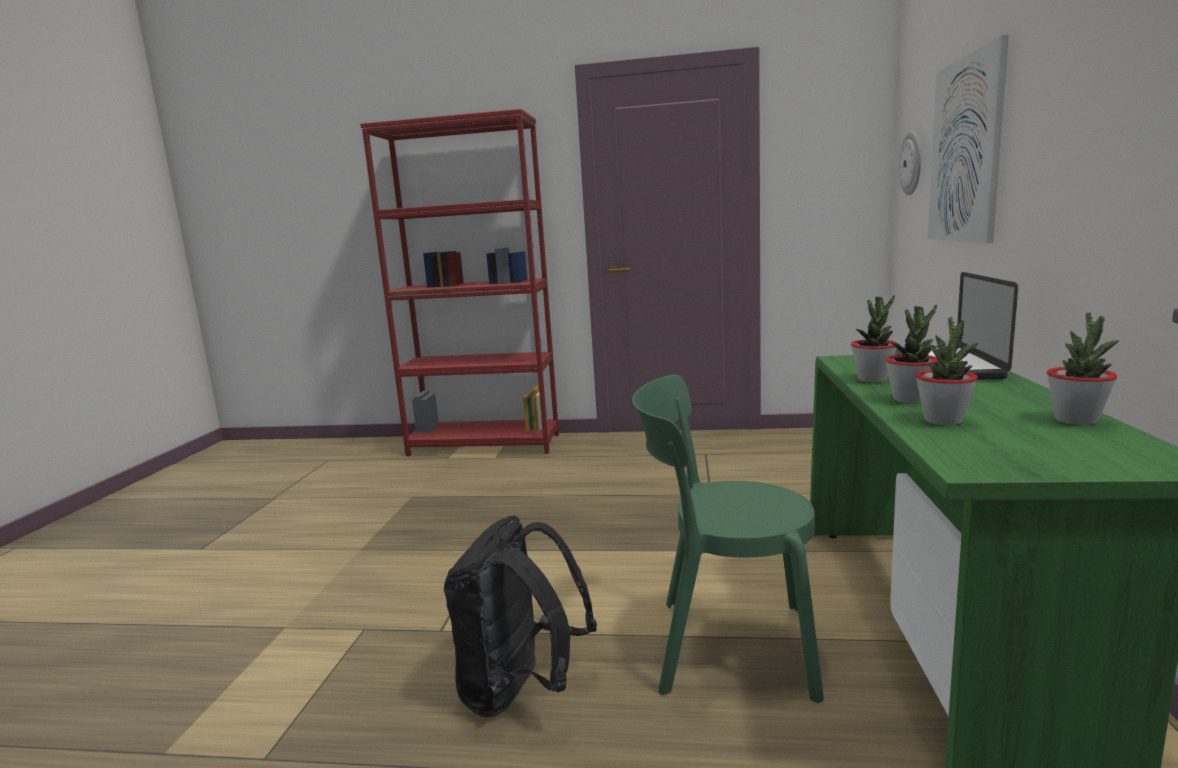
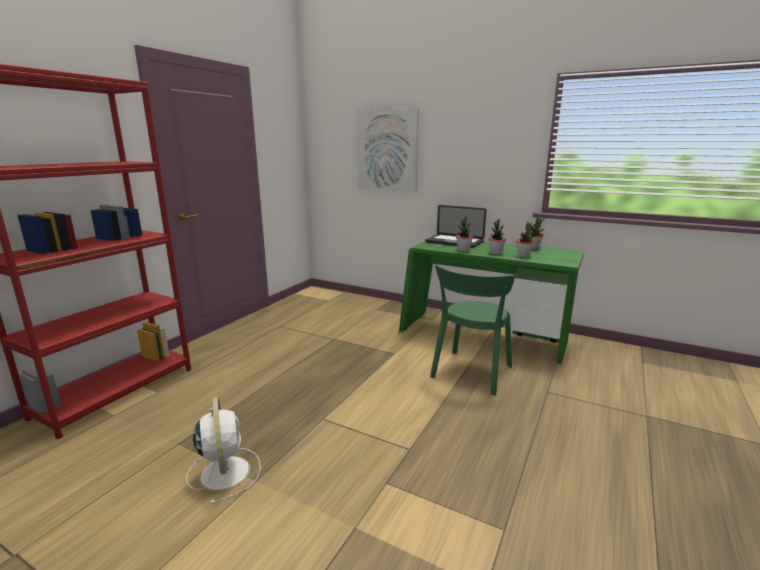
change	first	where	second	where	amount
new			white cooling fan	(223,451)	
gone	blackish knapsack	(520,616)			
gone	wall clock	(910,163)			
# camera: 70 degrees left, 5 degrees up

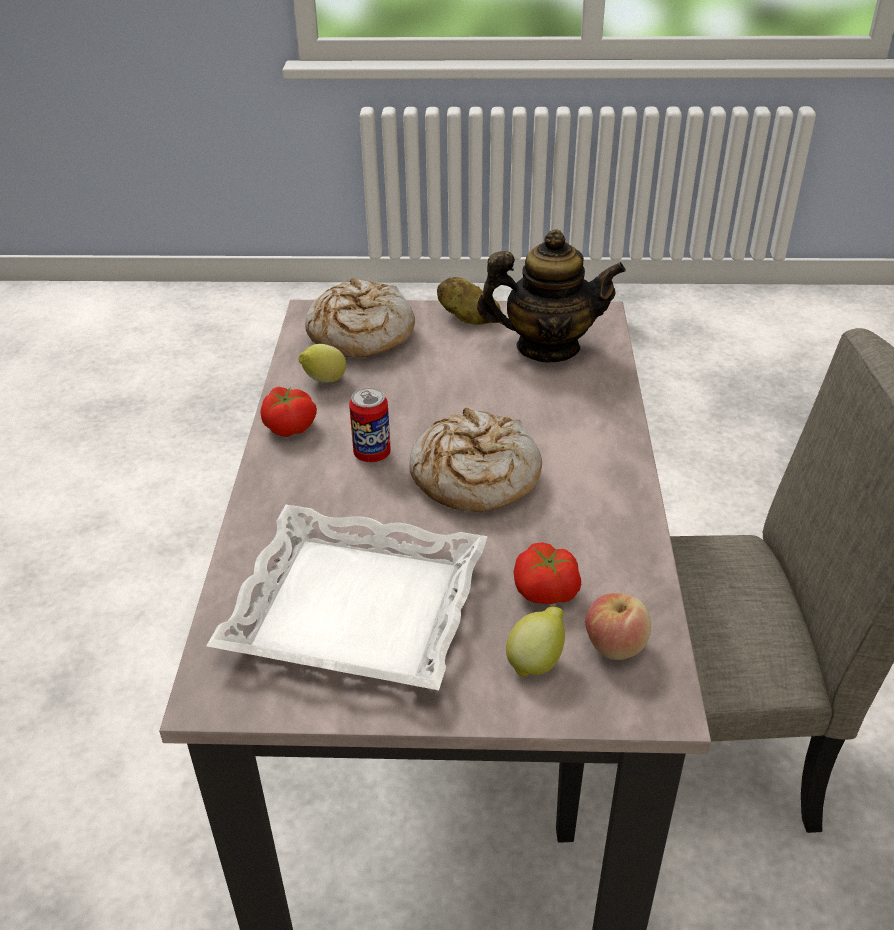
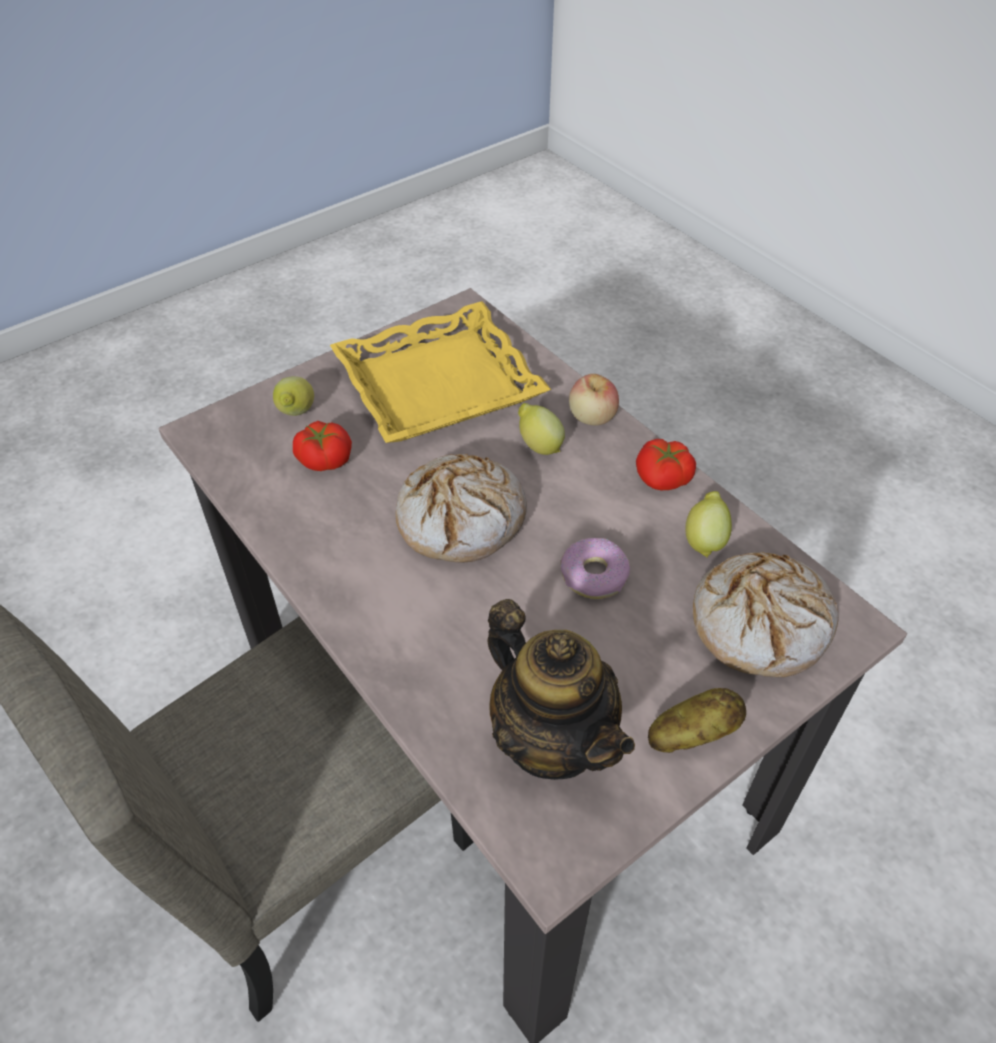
change	first	where	second	where	amount
repainted	white carrying tray	(347,597)	yellow-coloured carrying tray	(440,372)	
rotated	teapot	(551,296)		(561,689)	90 degrees counterclockwise
new			whole lemon	(541,429)	
new			doughnut	(595,568)	
shifted	apple	(618,626)		(594,399)	
gone	metal can	(370,425)			
# camera: 140 degrees right, 10 degrees up

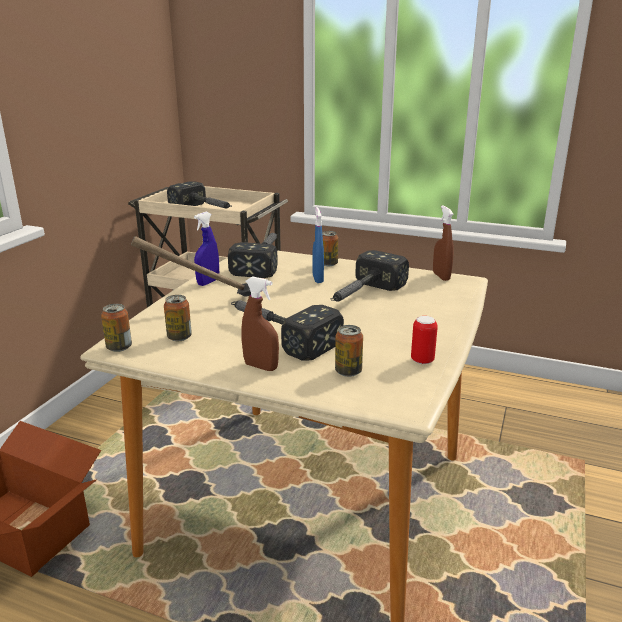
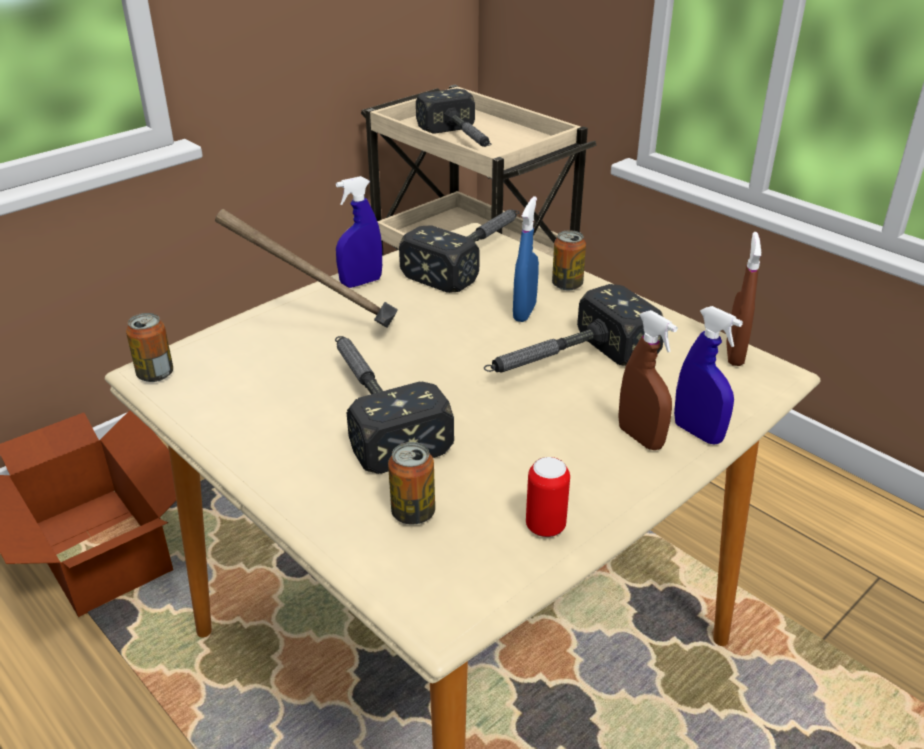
change	first	where	second	where	amount
shifted	brown spray bottle	(260,323)		(648,380)	
new			blue spray bottle	(708,375)	
gone	metal can	(178,318)			
# camera: 25 degrees right, 10 degrees up

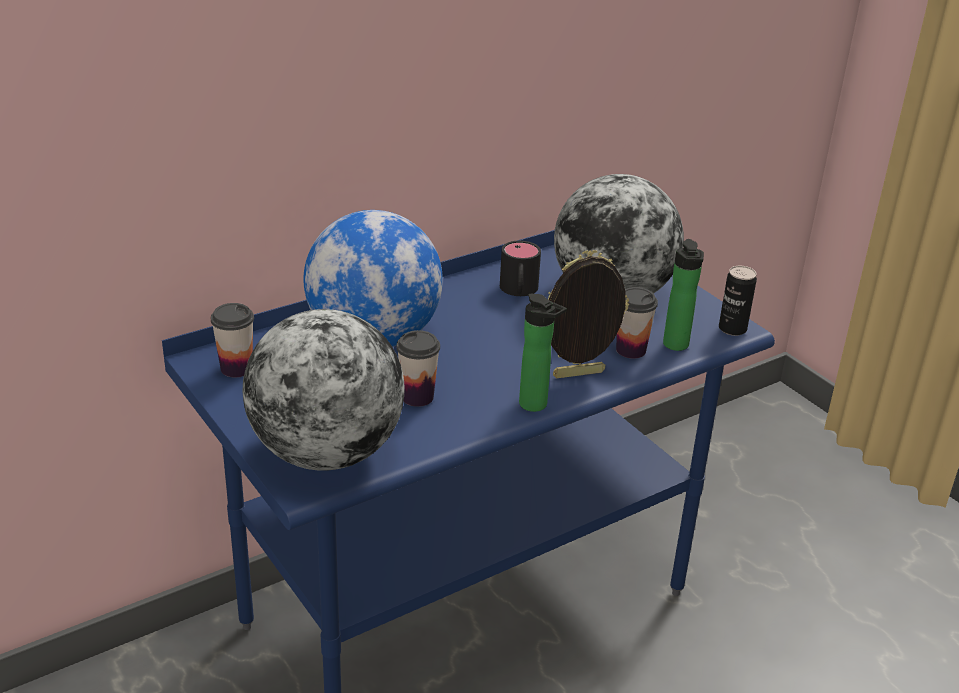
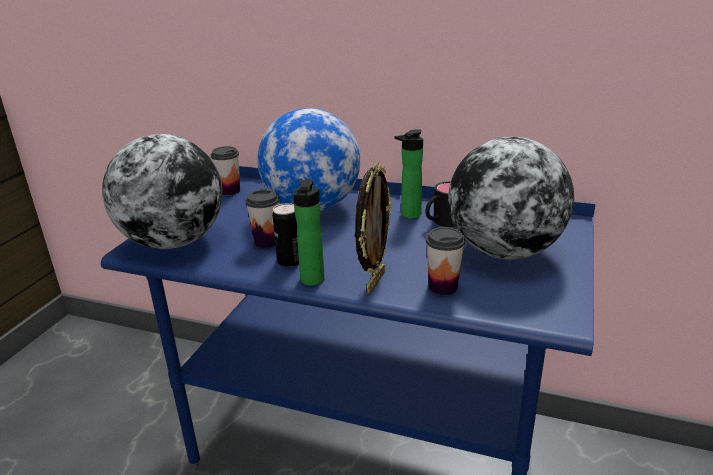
change	first	where	second	where	amount
shifted	metal can	(738,301)		(285,235)	
rotated	picture frame	(588,314)		(373,228)	75 degrees clockwise
shifted	bottle	(683,295)		(409,174)	
# camera: 55 degrees right, 5 degrees down

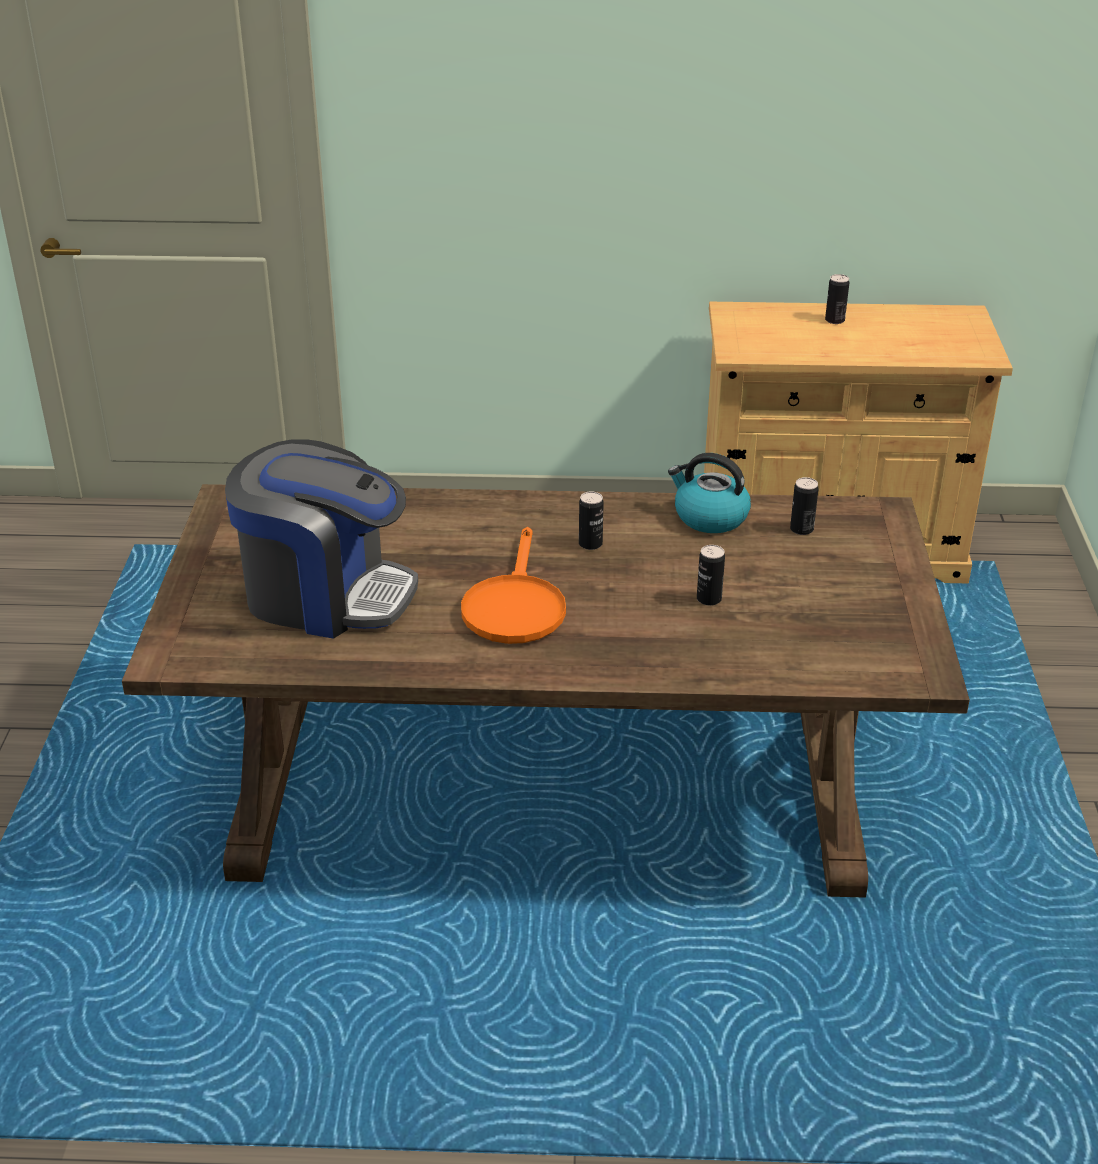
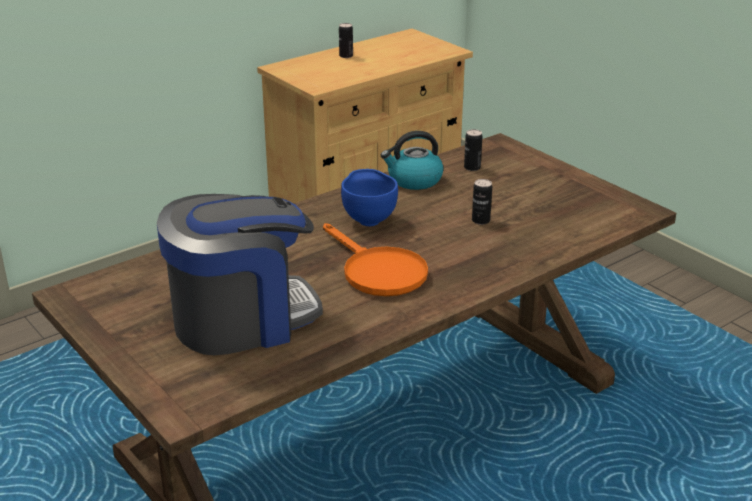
change	first	where	second	where	amount
swapped	metal can	(591,520)	blue deep dish	(369,197)	
# camera: 40 degrees left, 5 degrees down

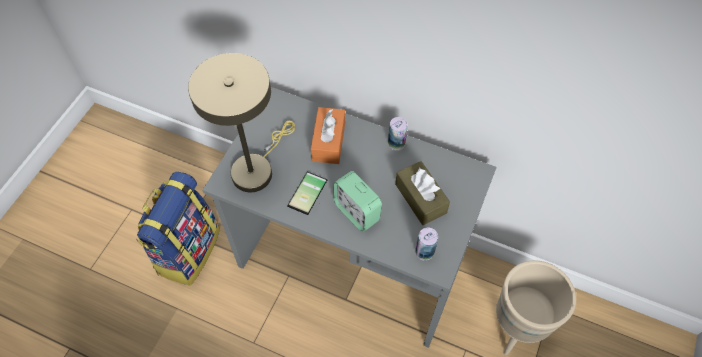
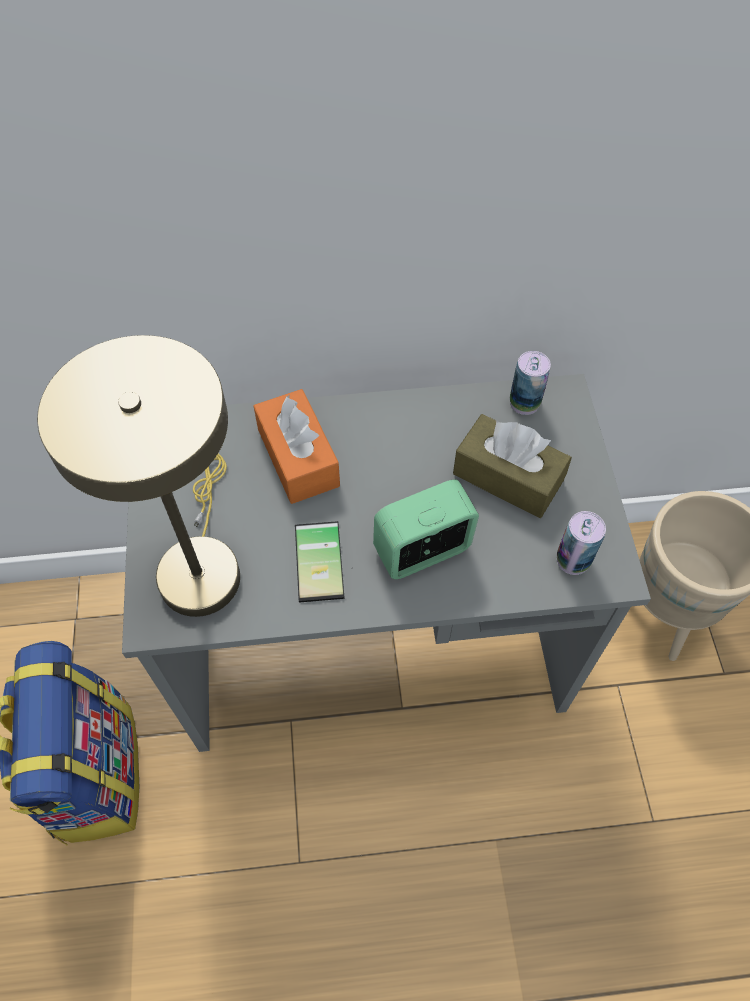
change	first	where	second	where	amount
rotated	alarm clock	(357,201)		(426,529)	135 degrees clockwise
shifted	metal can	(398,133)		(530,383)	
# camera: 30 degrees left, 0 degrees up

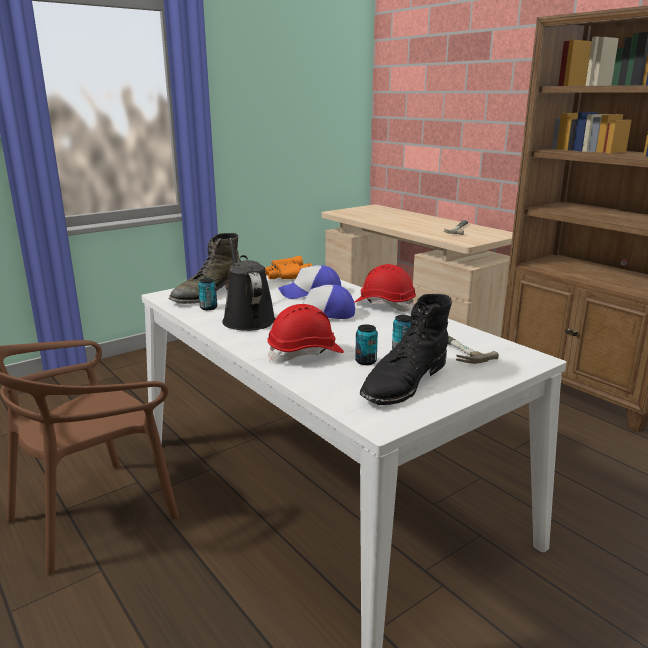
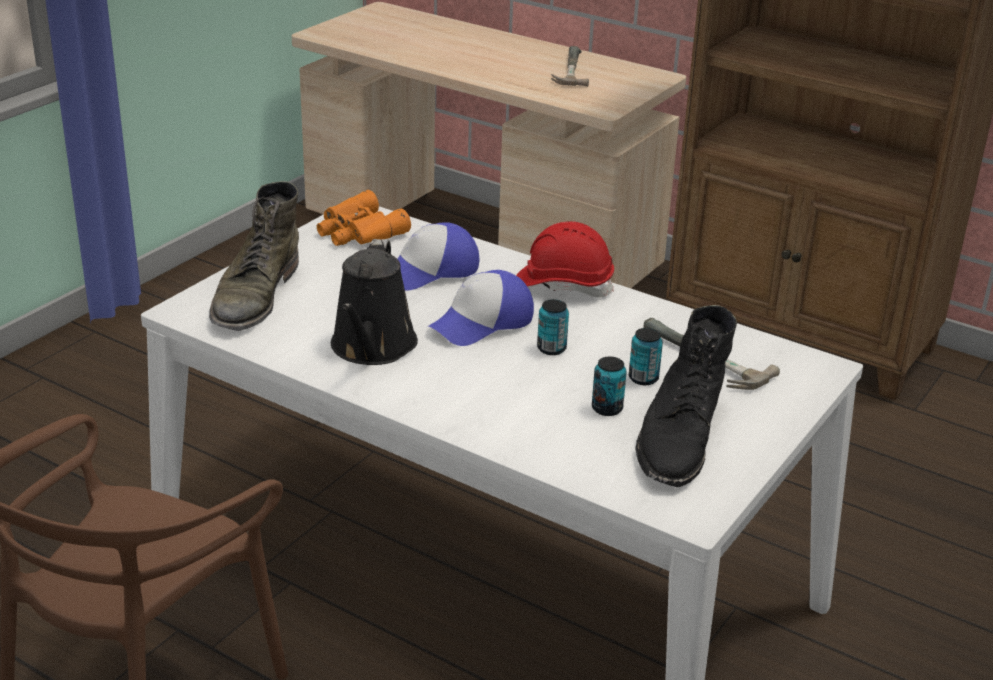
change	first	where	second	where	amount
rotated	blackish watering pot	(249,284)		(374,302)	135 degrees counterclockwise
shifted	metal can	(207,294)		(553,327)	
gone	reddish work helmet	(305,333)			
# camera: 20 degrees left, 10 degrees up

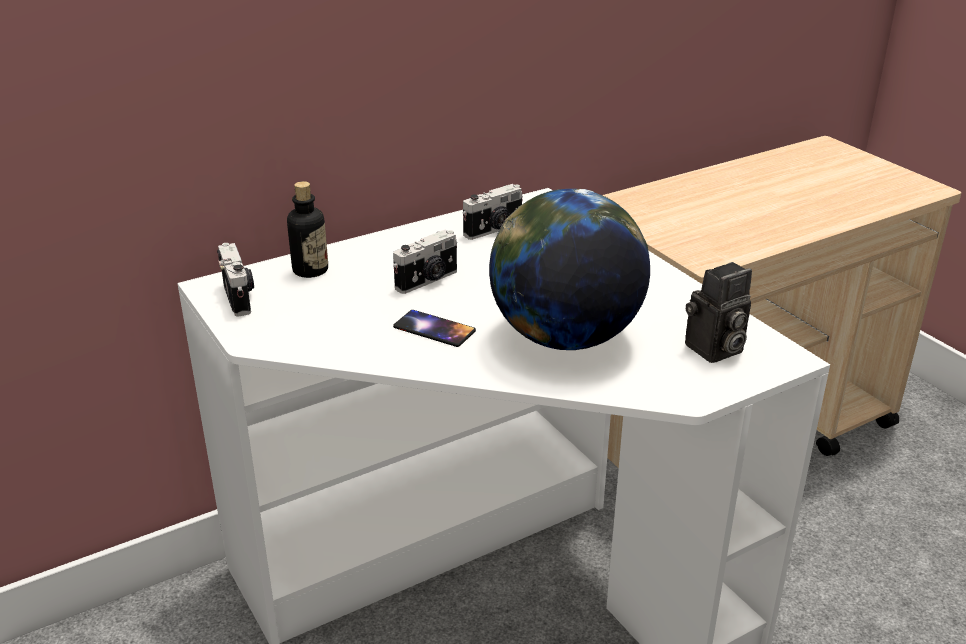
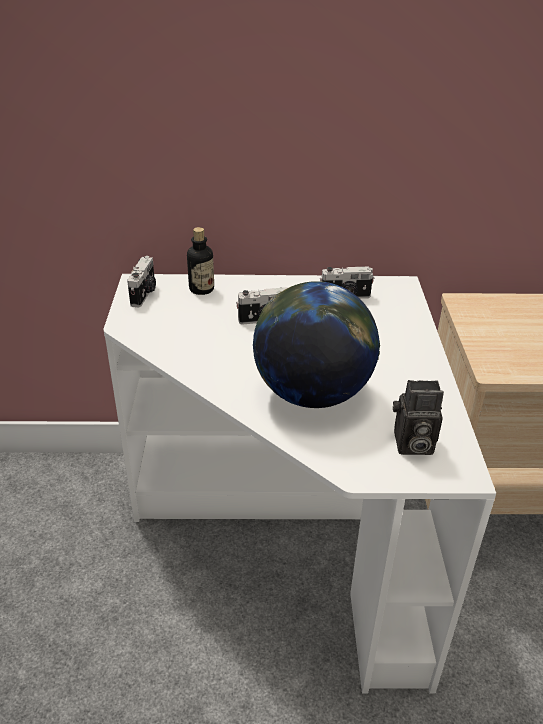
change	first	where	second	where	amount
gone	handset	(434,328)			
# camera: 30 degrees right, 5 degrees up

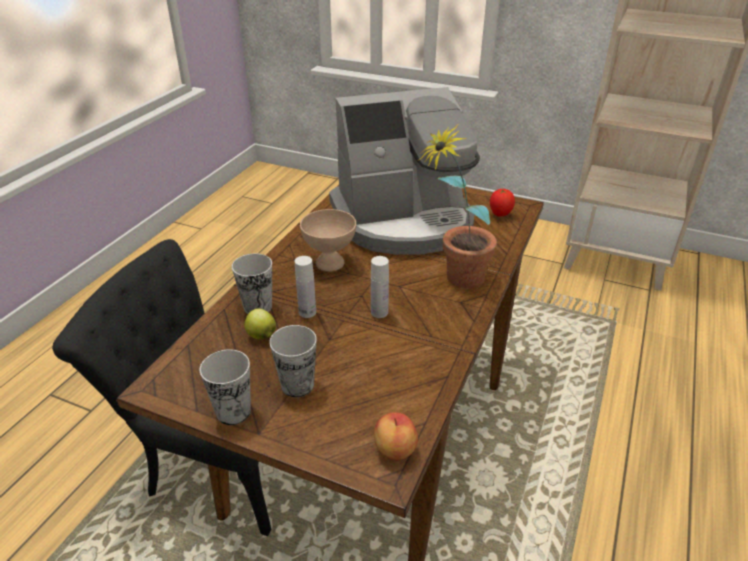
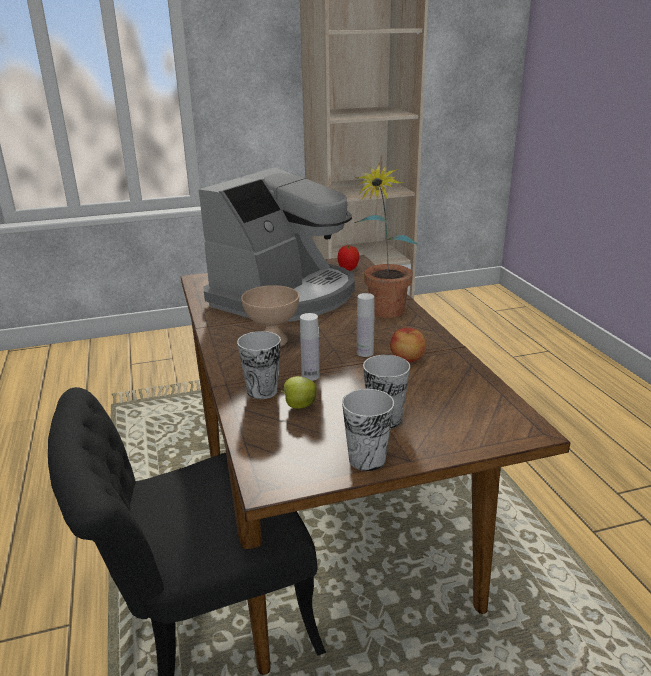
change	first	where	second	where	amount
shifted	apple	(396,436)		(408,344)	
# camera: 40 degrees left, 10 degrees down

